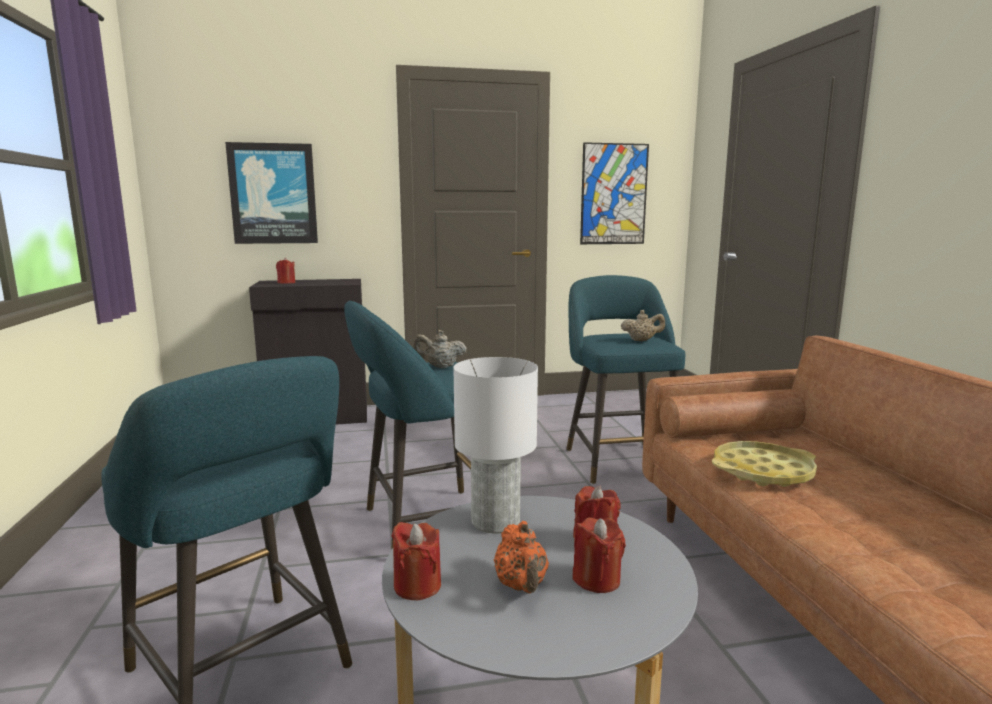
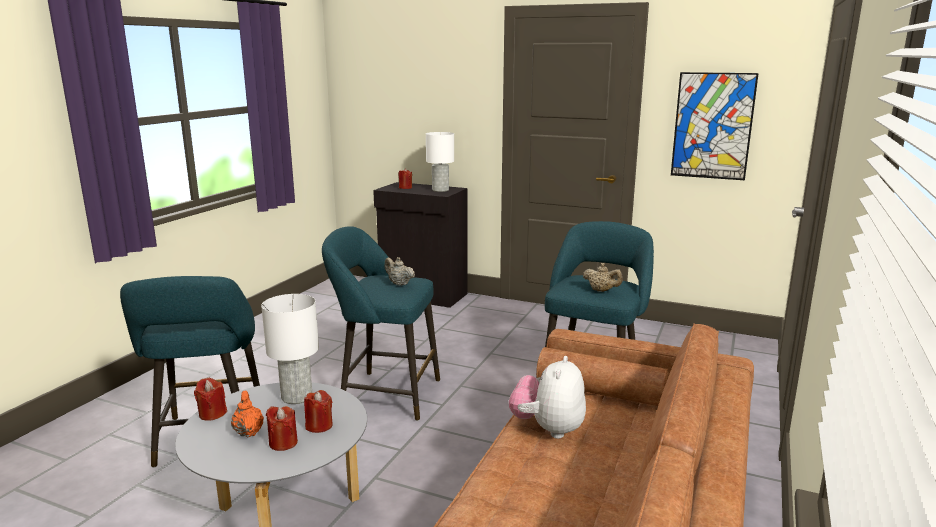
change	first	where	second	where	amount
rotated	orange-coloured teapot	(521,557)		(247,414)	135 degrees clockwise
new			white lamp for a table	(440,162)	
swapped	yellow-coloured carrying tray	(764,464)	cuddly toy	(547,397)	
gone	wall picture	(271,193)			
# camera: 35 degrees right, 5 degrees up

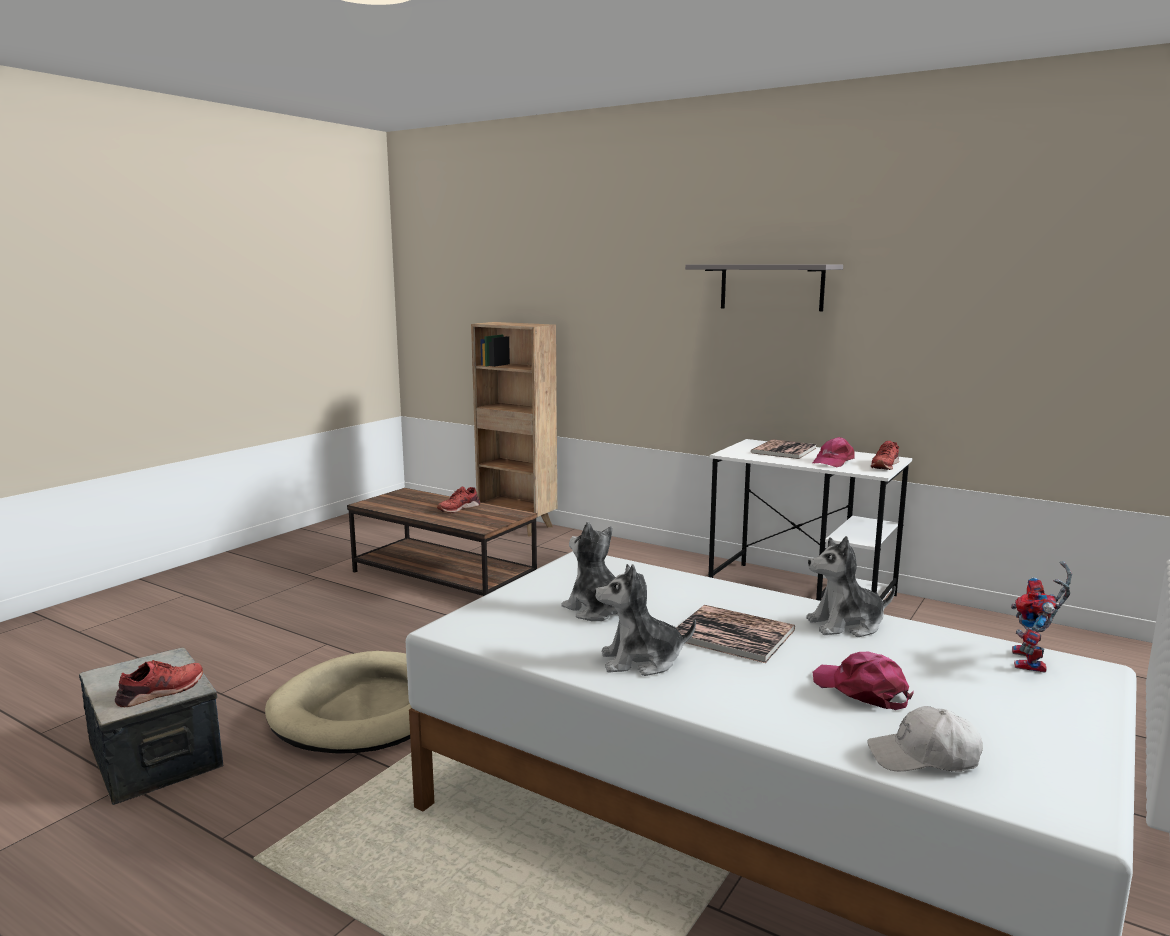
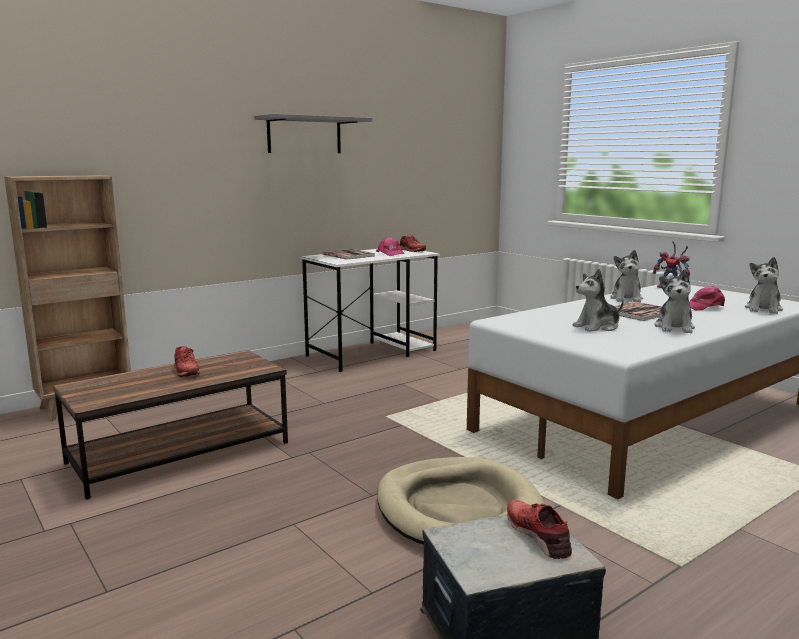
change	first	where	second	where	amount
swapped	white peaked cap	(925,739)	cuddly toy	(764,285)	
# camera: 70 degrees left, 0 degrees up

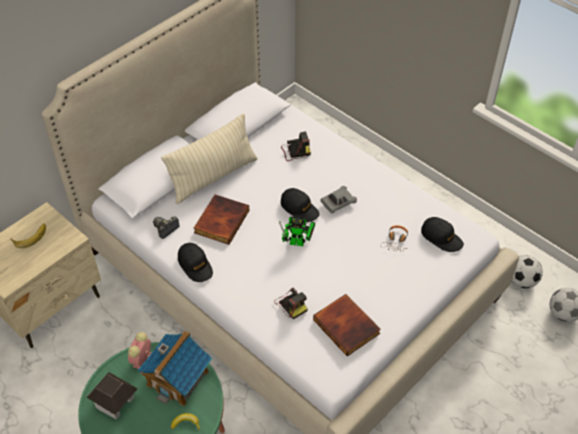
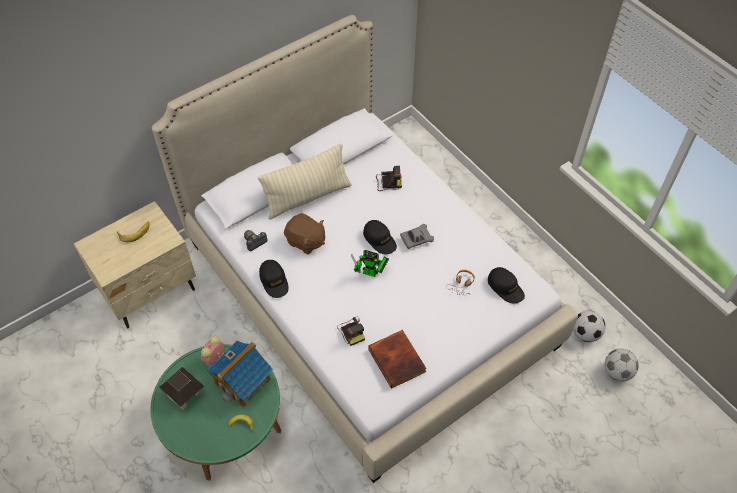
change	first	where	second	where	amount
swapped	bound book	(221,219)	brown cuddly toy	(304,234)	
# camera: 10 degrees right, 5 degrees up

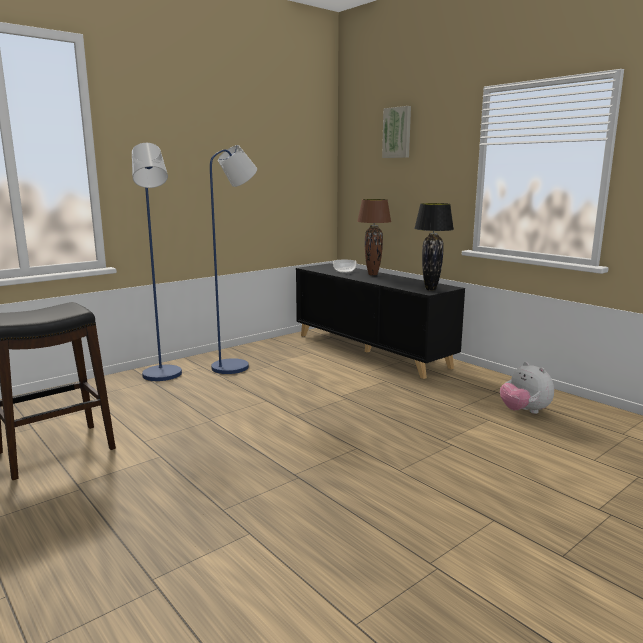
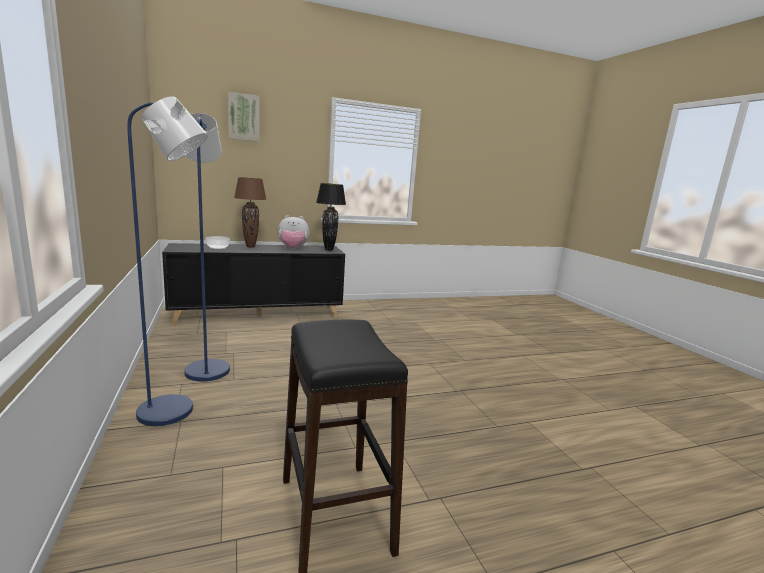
change	first	where	second	where	amount
shifted	cuddly toy	(527,388)		(293,232)	
# camera: 70 degrees left, 0 degrees up

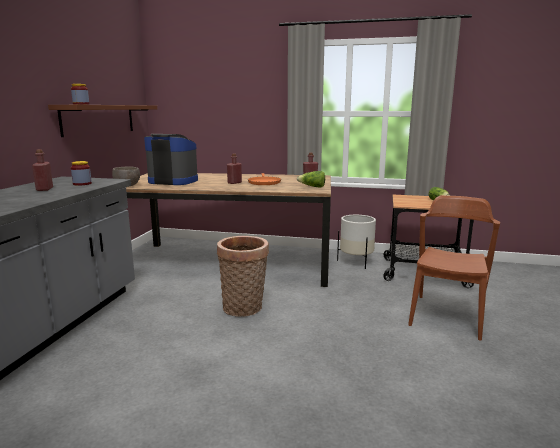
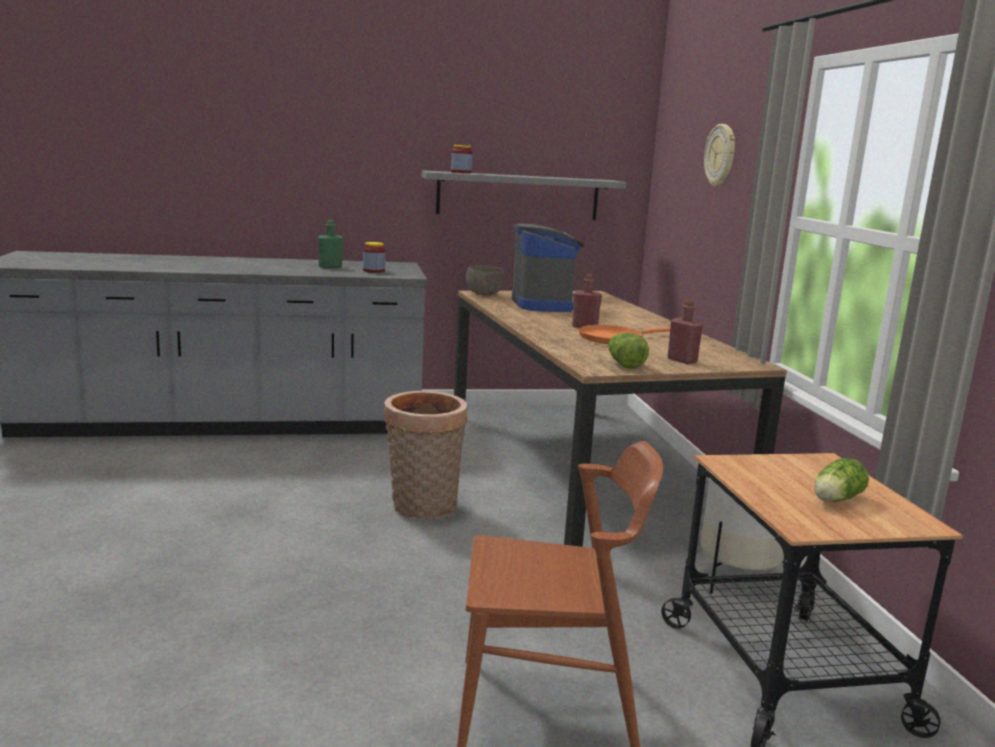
change	first	where	second	where	amount
repainted	reddish bottle	(42,170)	green-coloured bottle	(330,244)	
repainted	brown shelf	(102,121)	grey shelf	(524,195)	
new			wall clock	(719,155)	
# camera: 65 degrees right, 0 degrees up

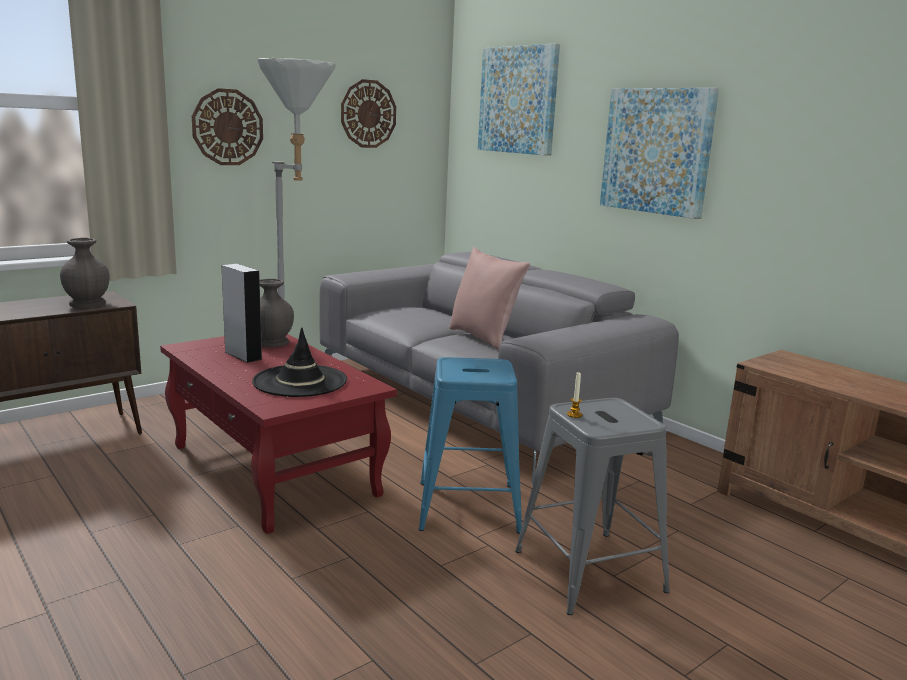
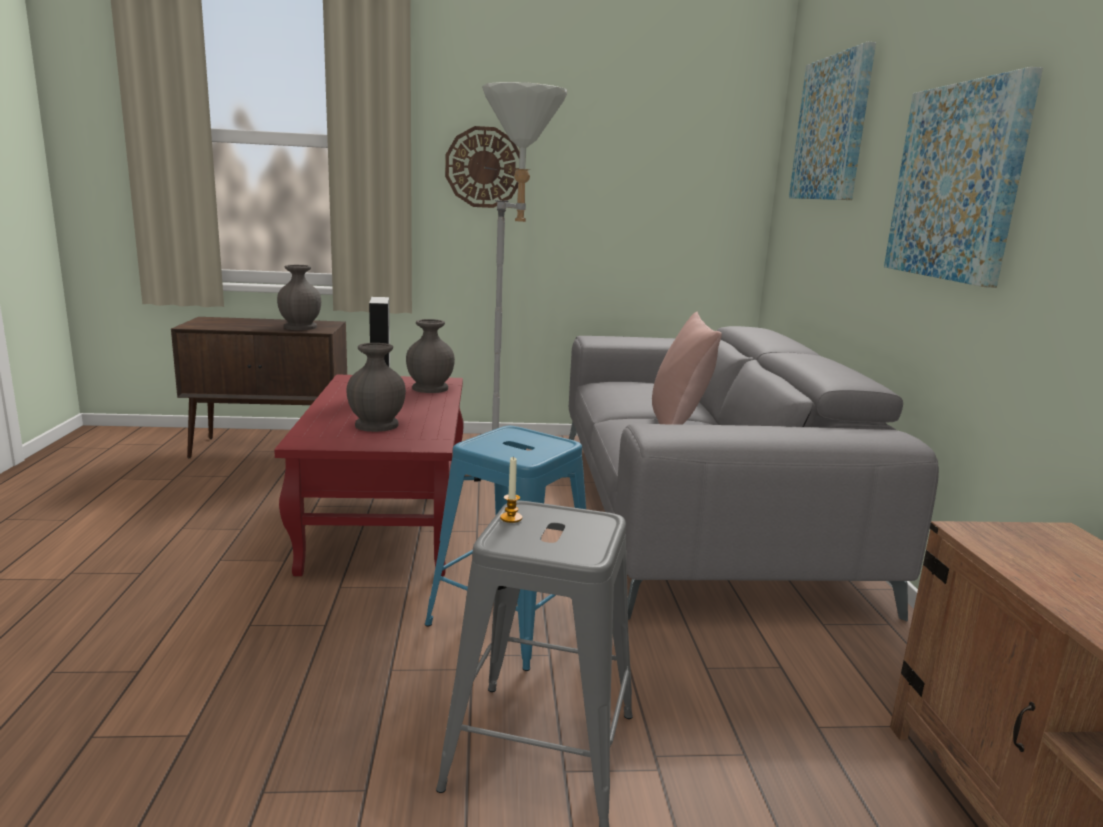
change	first	where	second	where	amount
swapped	blackish wearable hat	(299,362)	grey flower vase	(376,387)	
gone	wall clock	(368,113)			
# camera: 35 degrees right, 0 degrees up

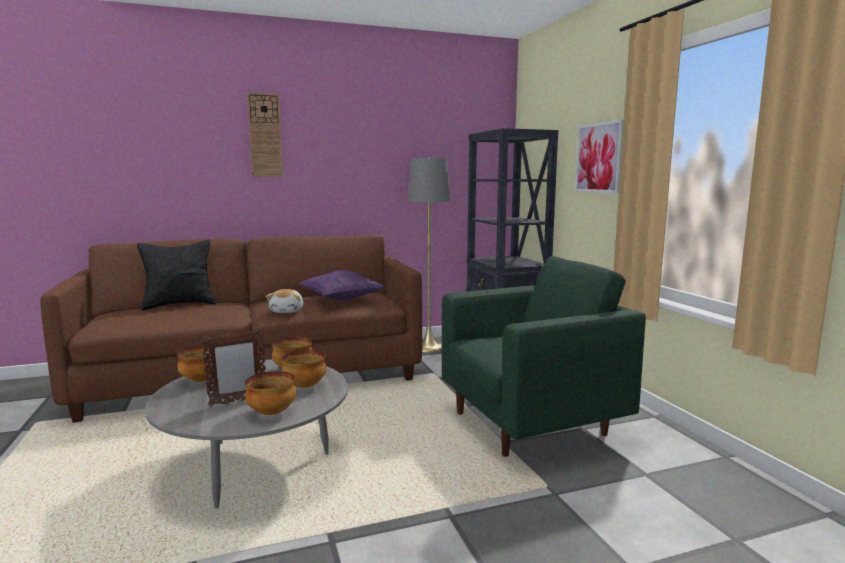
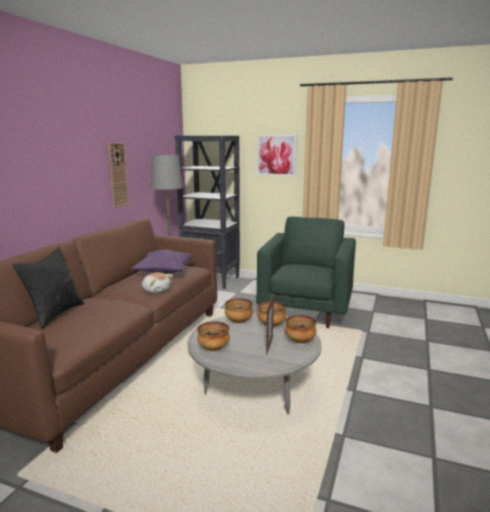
change	first	where	second	where	amount
shifted	wall clock	(265,134)		(118,175)	
# camera: 50 degrees left, 5 degrees up

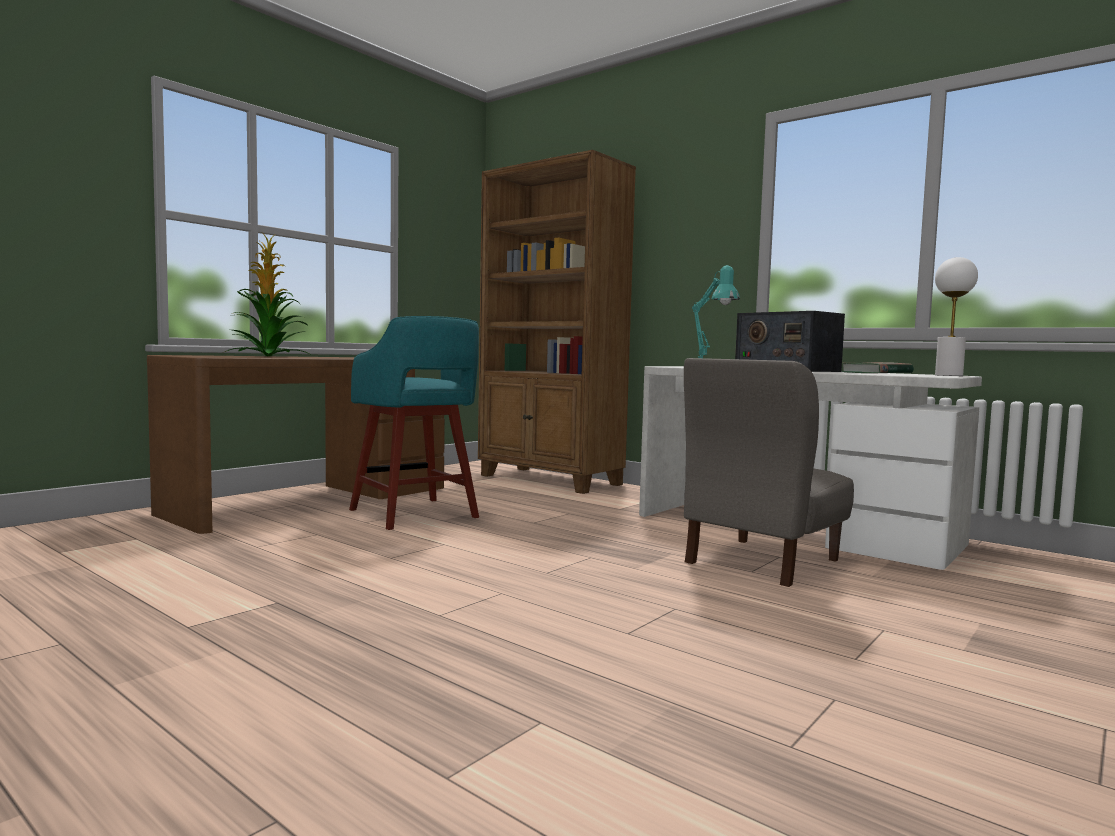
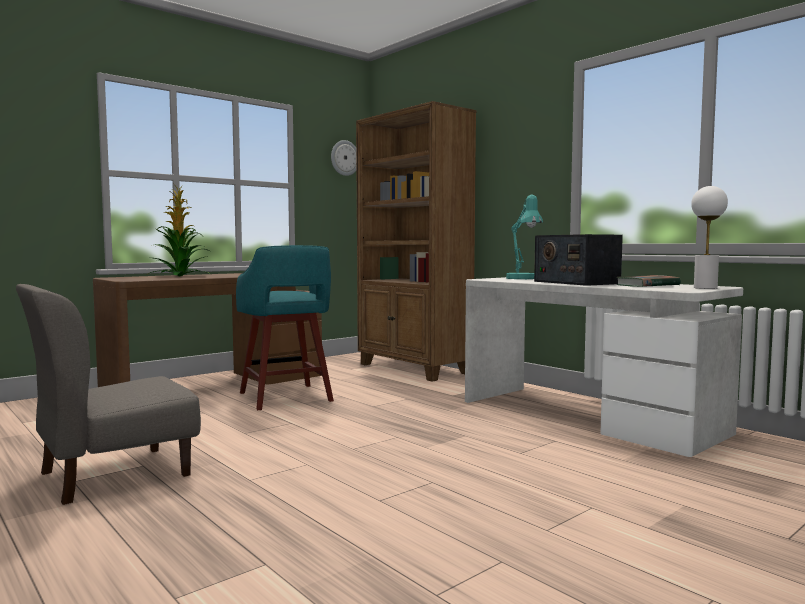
change	first	where	second	where	amount
shifted	grey upright chair	(769,472)		(108,394)	
new			wall clock	(344,158)	
# camera: 10 degrees right, 0 degrees up

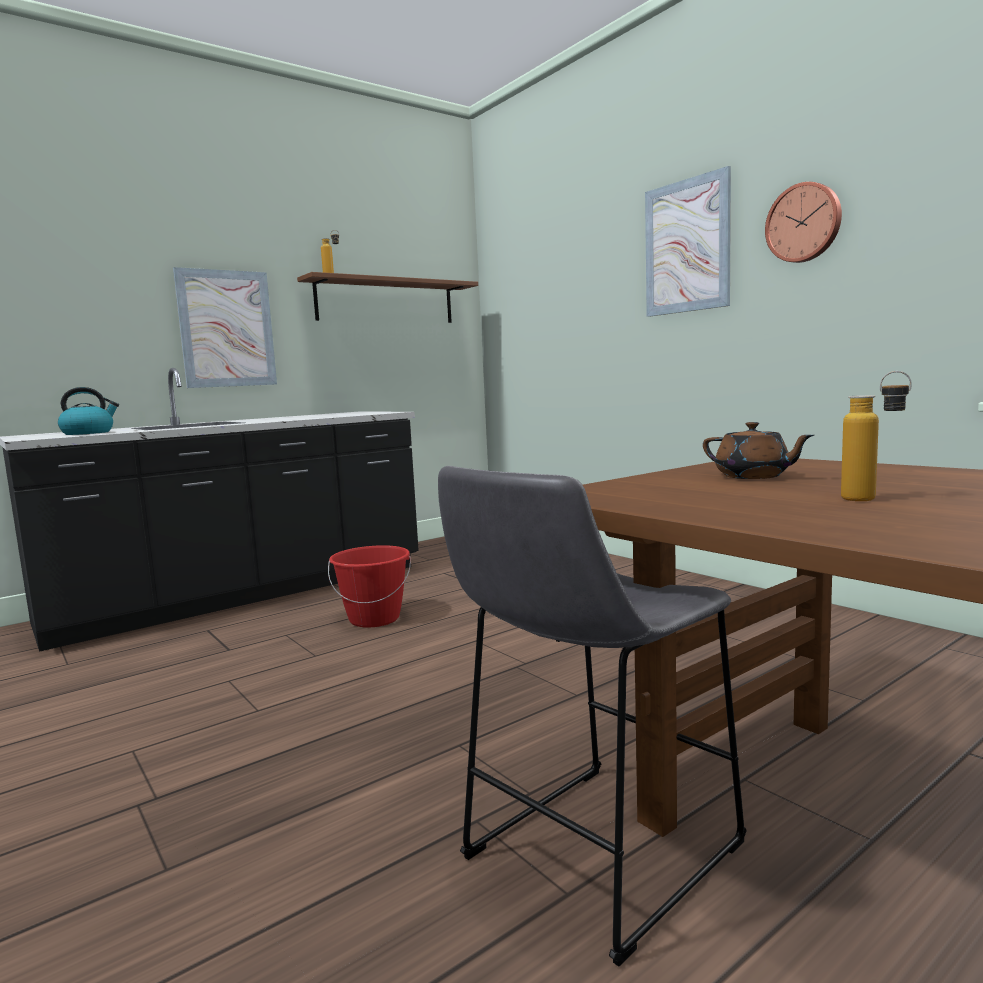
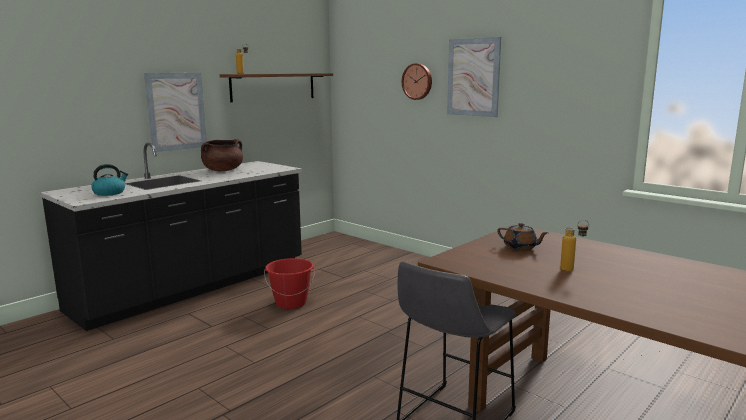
change	first	where	second	where	amount
new			brown stockpot	(222,155)	
shifted	wall clock	(803,222)		(417,81)	
# camera: 10 degrees left, 5 degrees up

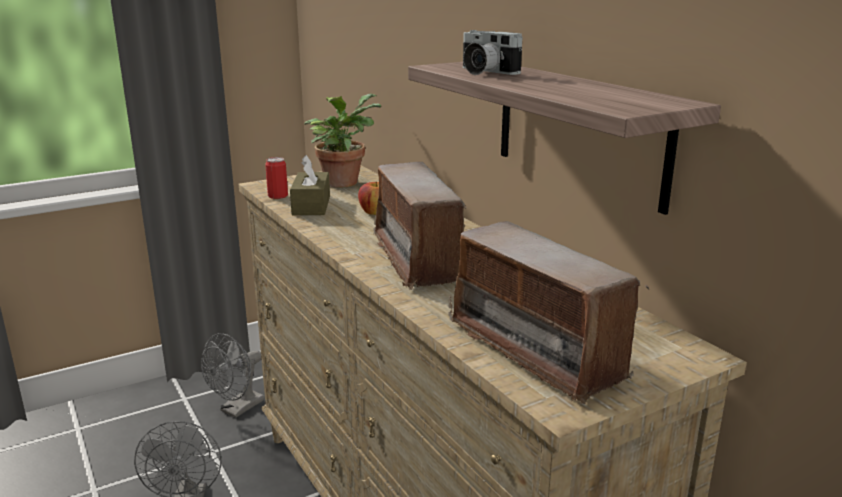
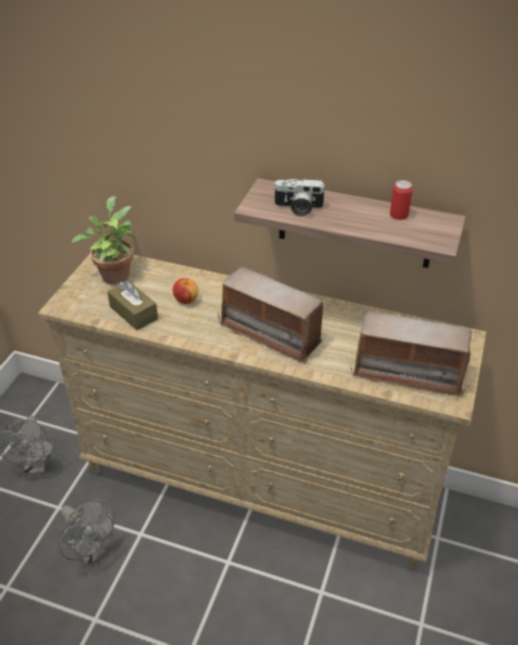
change	first	where	second	where	amount
shifted	metal can	(276,178)		(401,200)	
# camera: 40 degrees left, 20 degrees up

